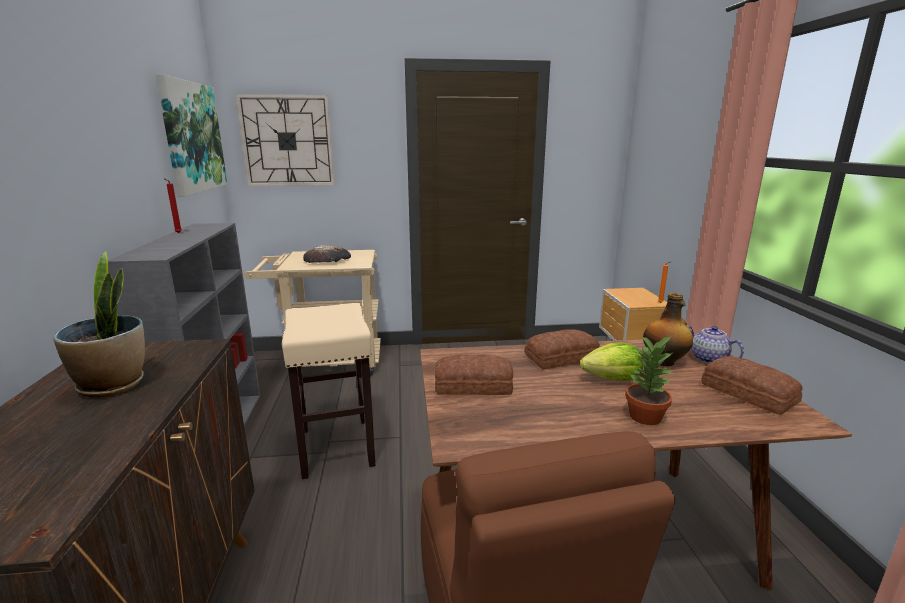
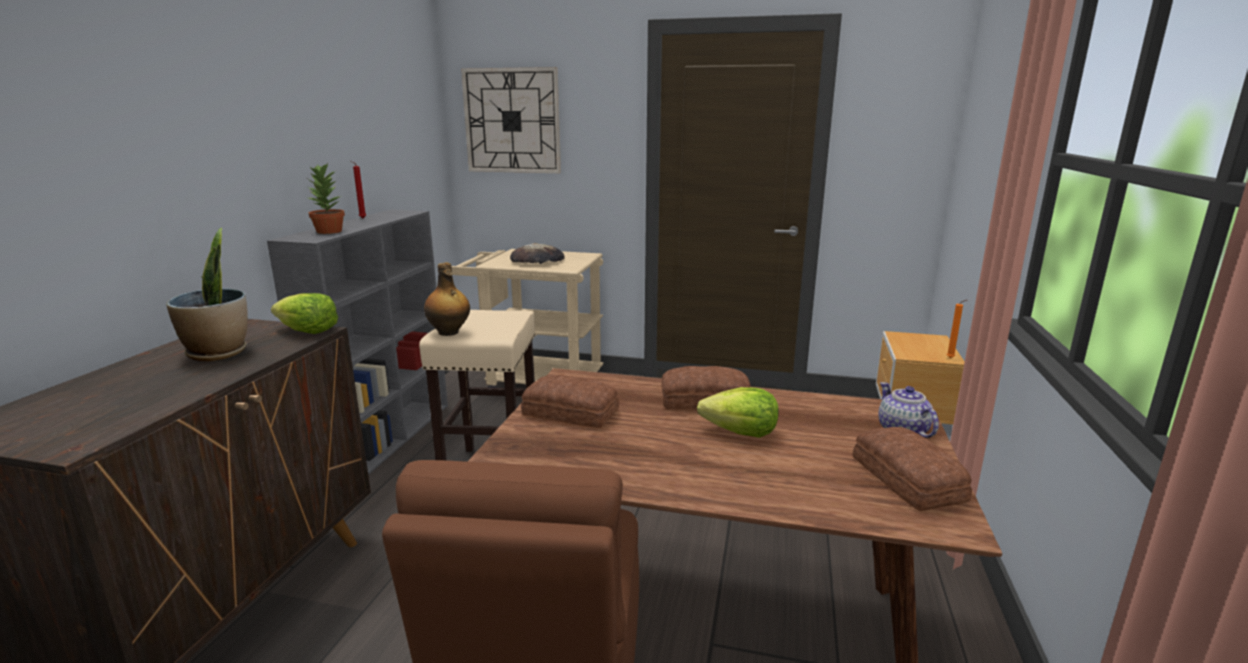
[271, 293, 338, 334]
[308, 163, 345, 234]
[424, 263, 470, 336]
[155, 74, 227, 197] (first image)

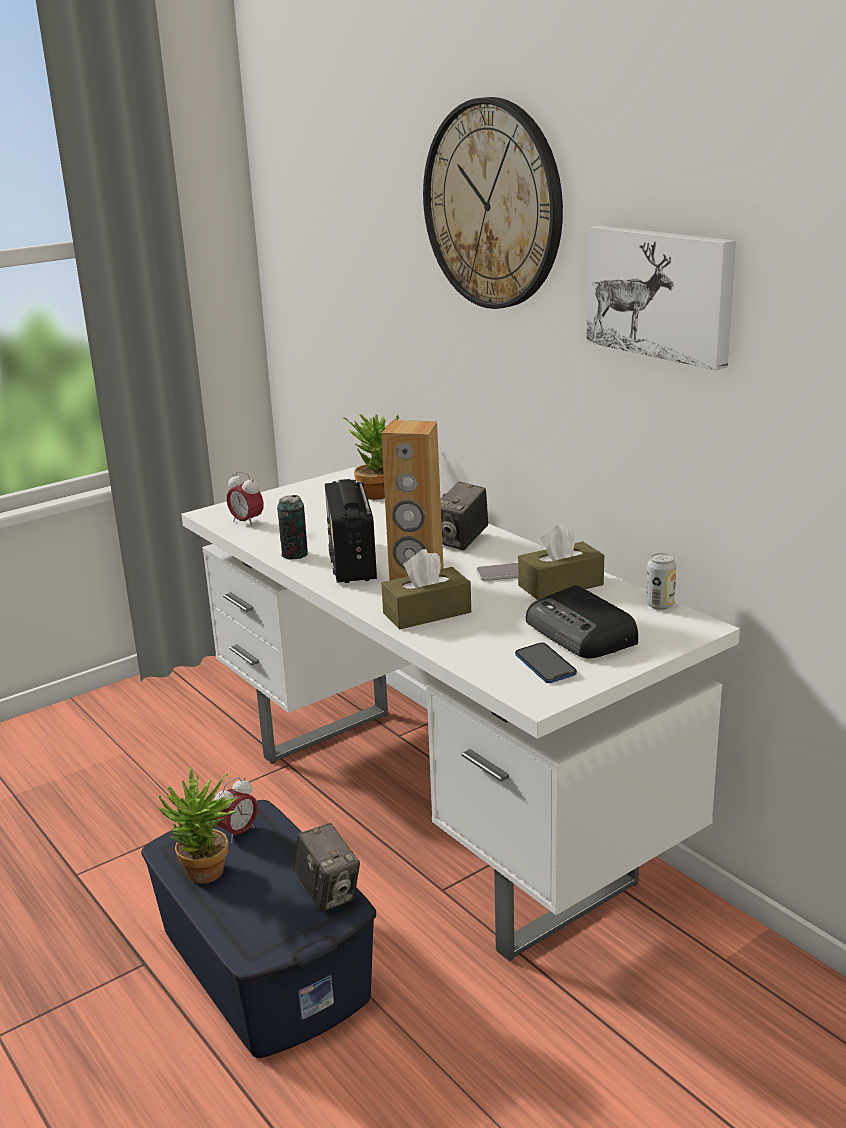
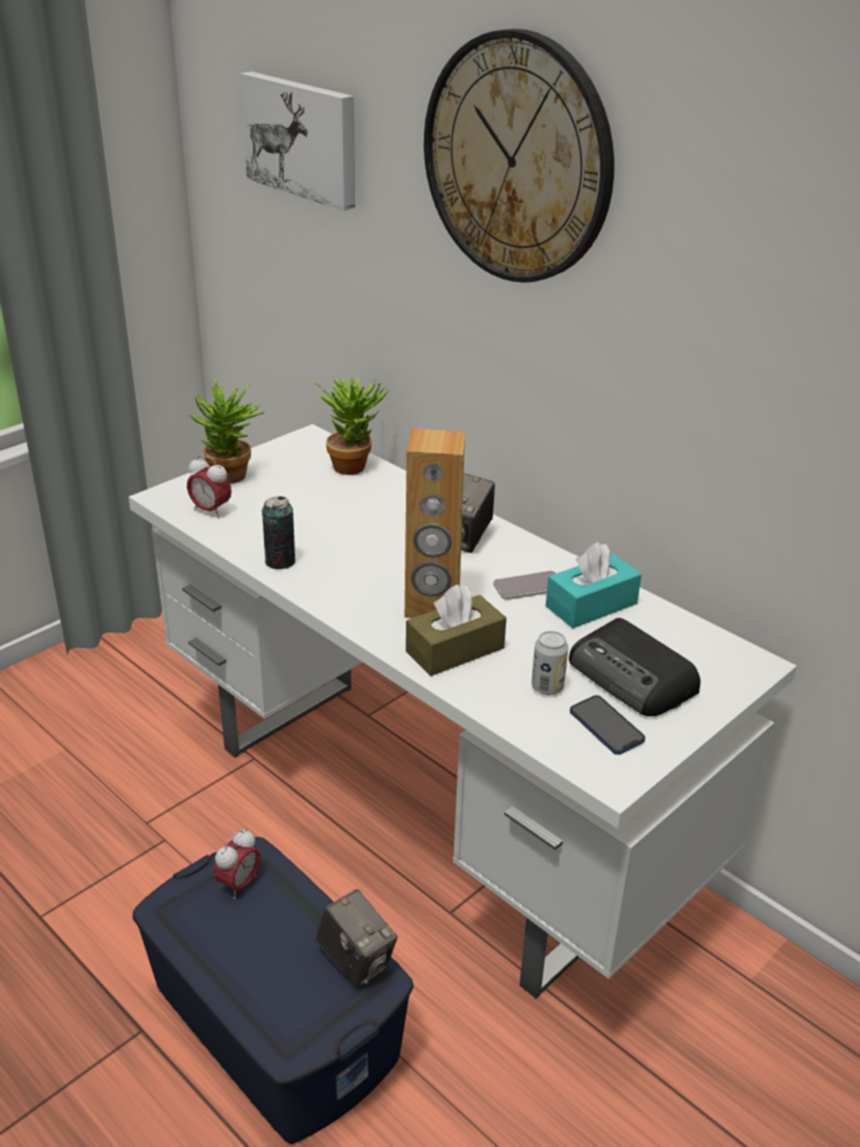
[189, 378, 265, 484]
[240, 72, 355, 211]
[532, 631, 568, 695]
[546, 542, 642, 628]
[325, 479, 377, 583] (first image)

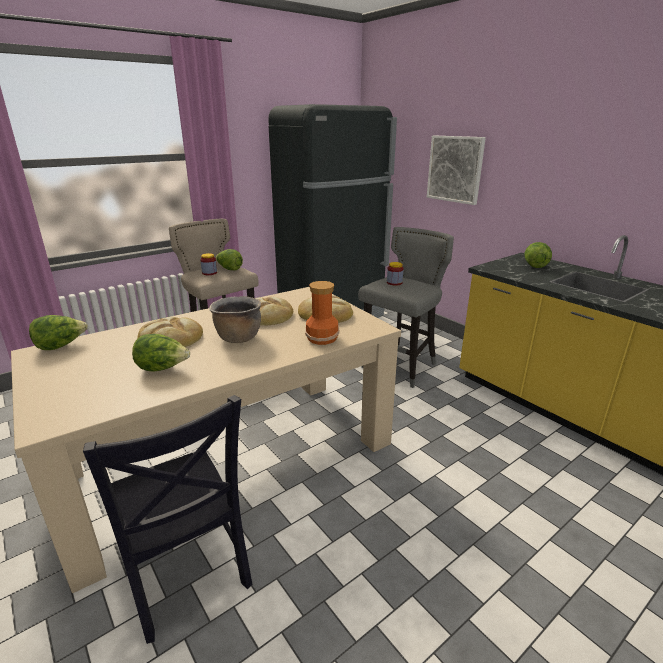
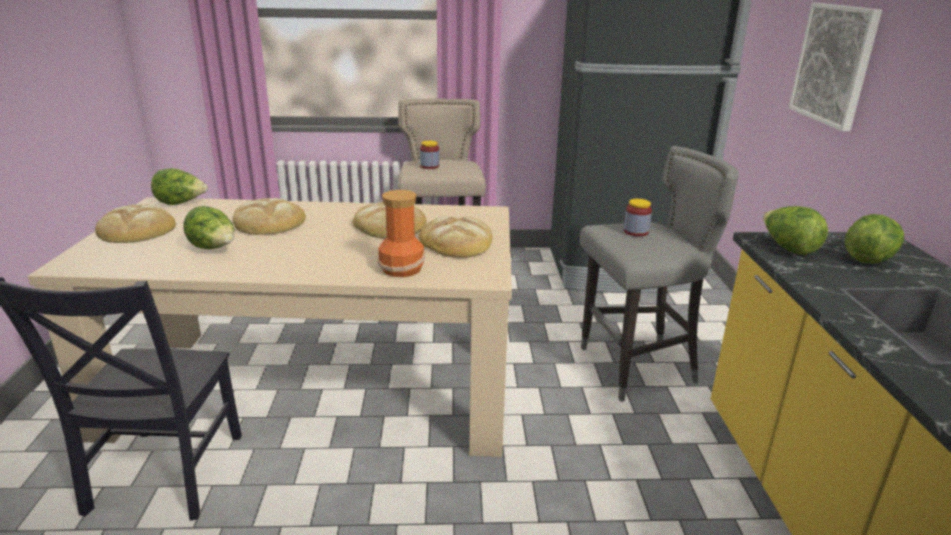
[95, 204, 176, 243]
[763, 206, 828, 255]
[209, 296, 261, 343] (first image)

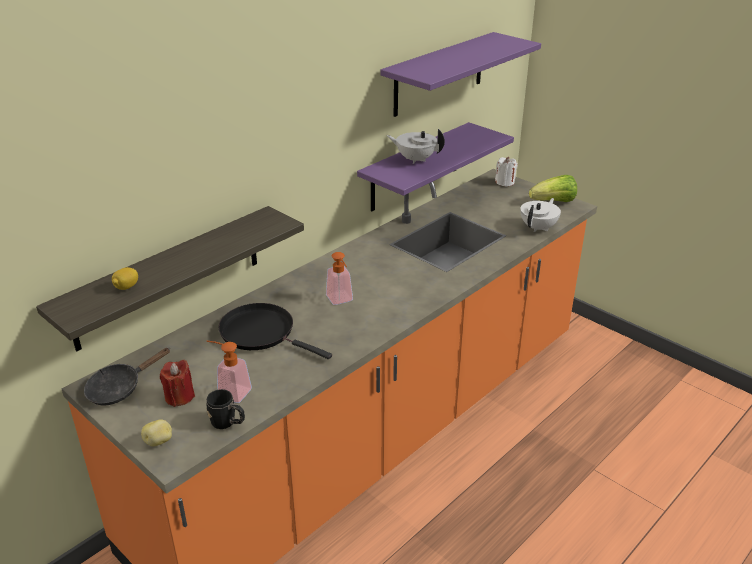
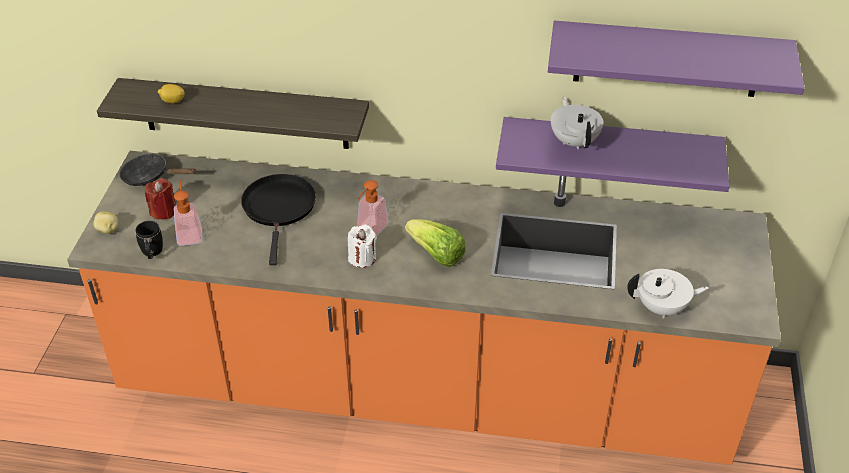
[348, 225, 377, 268]
[405, 219, 465, 267]

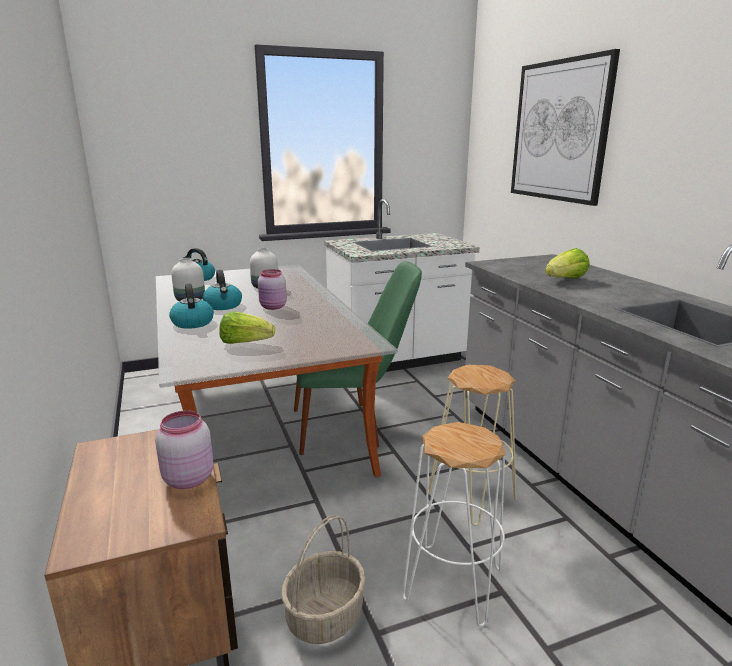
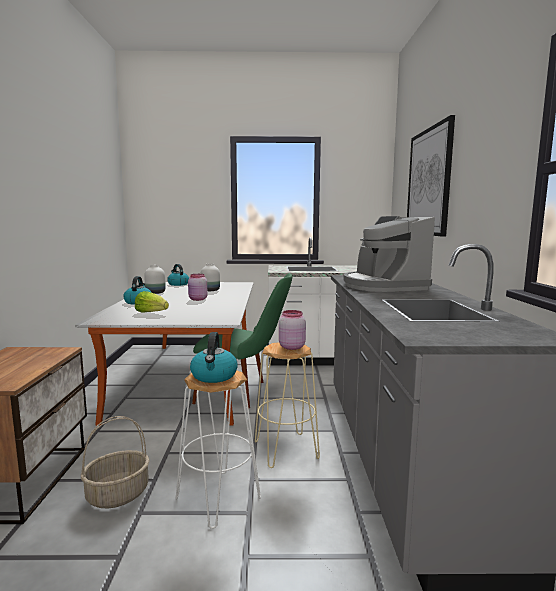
[190, 332, 238, 383]
[279, 310, 306, 350]
[343, 216, 435, 292]

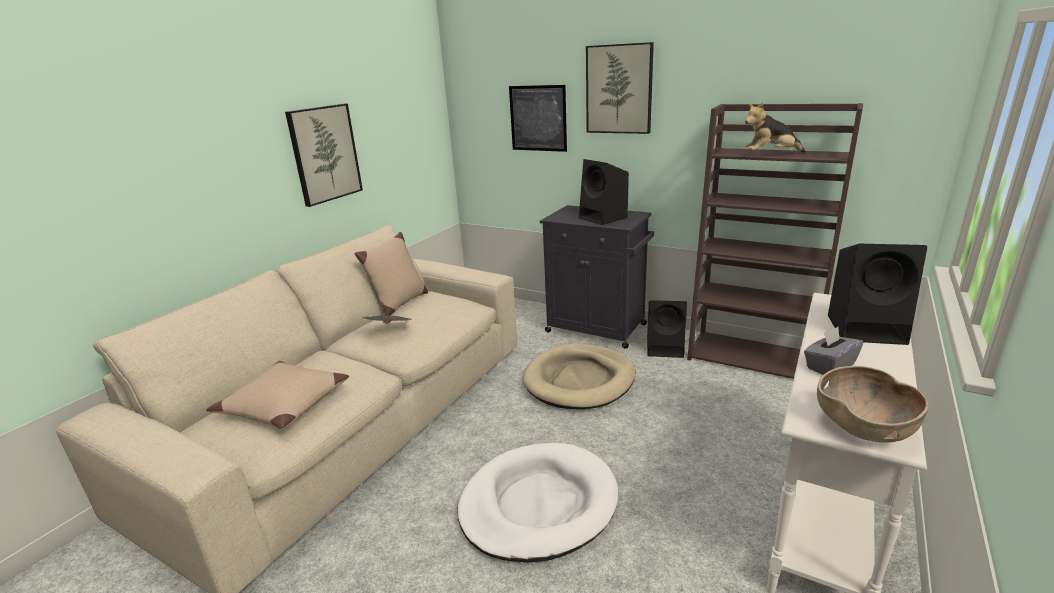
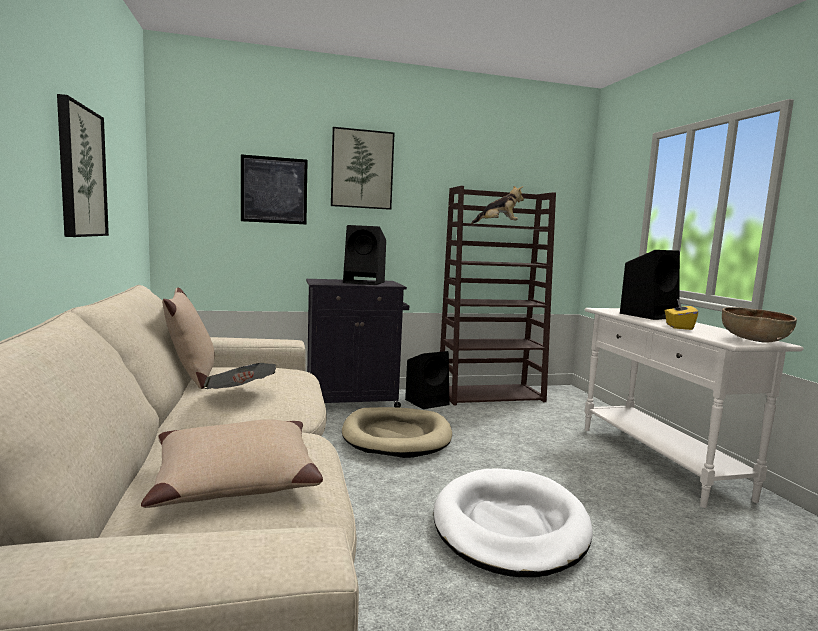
[471, 186, 524, 224]
[665, 299, 698, 330]

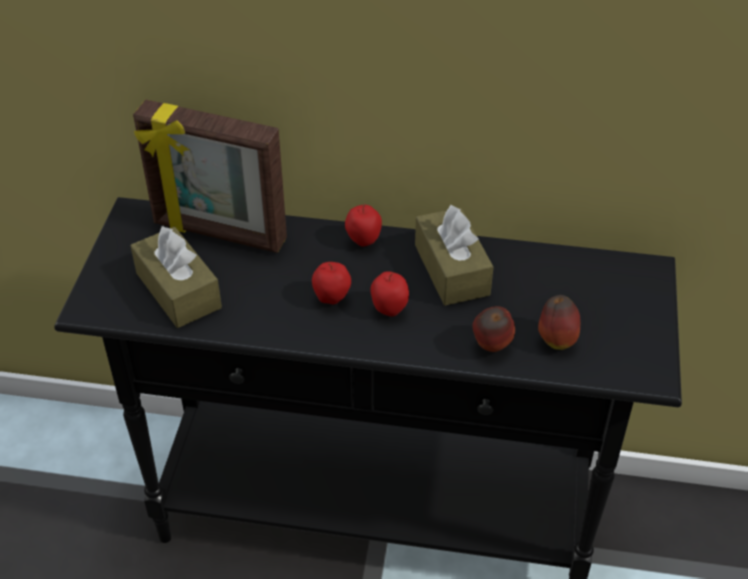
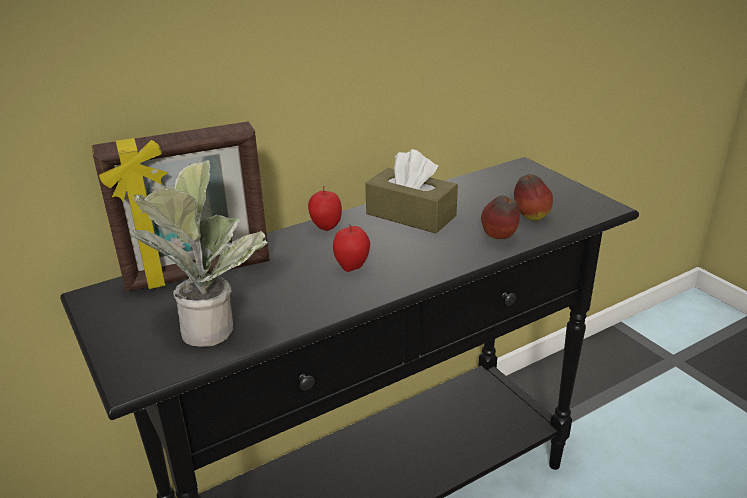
[130, 160, 268, 347]
[370, 271, 409, 317] (first image)

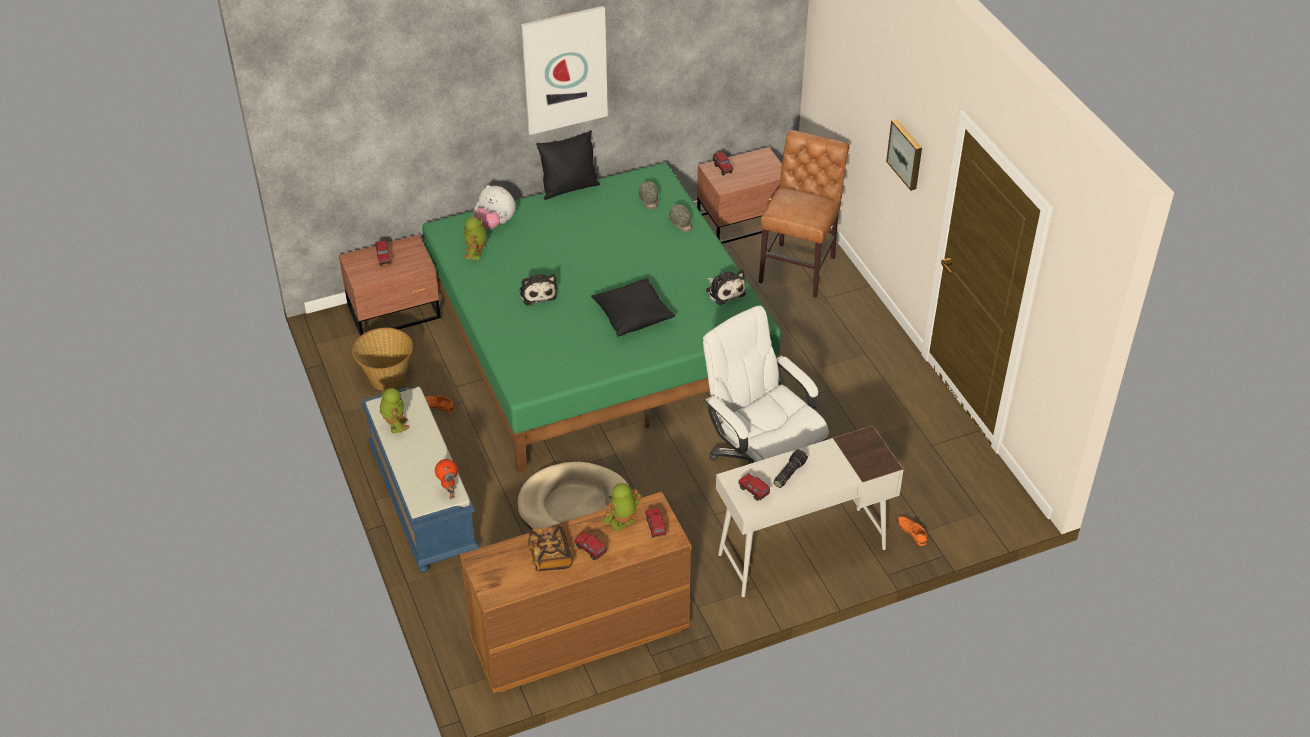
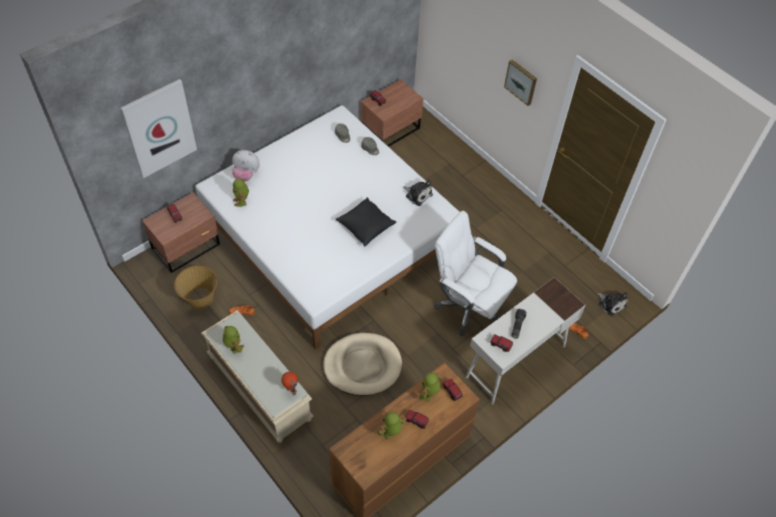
[120, 79, 197, 178]
[195, 106, 459, 350]
[201, 310, 314, 443]
[377, 412, 406, 440]
[597, 292, 628, 316]
[536, 131, 600, 200] (first image)
[759, 130, 849, 298] (first image)

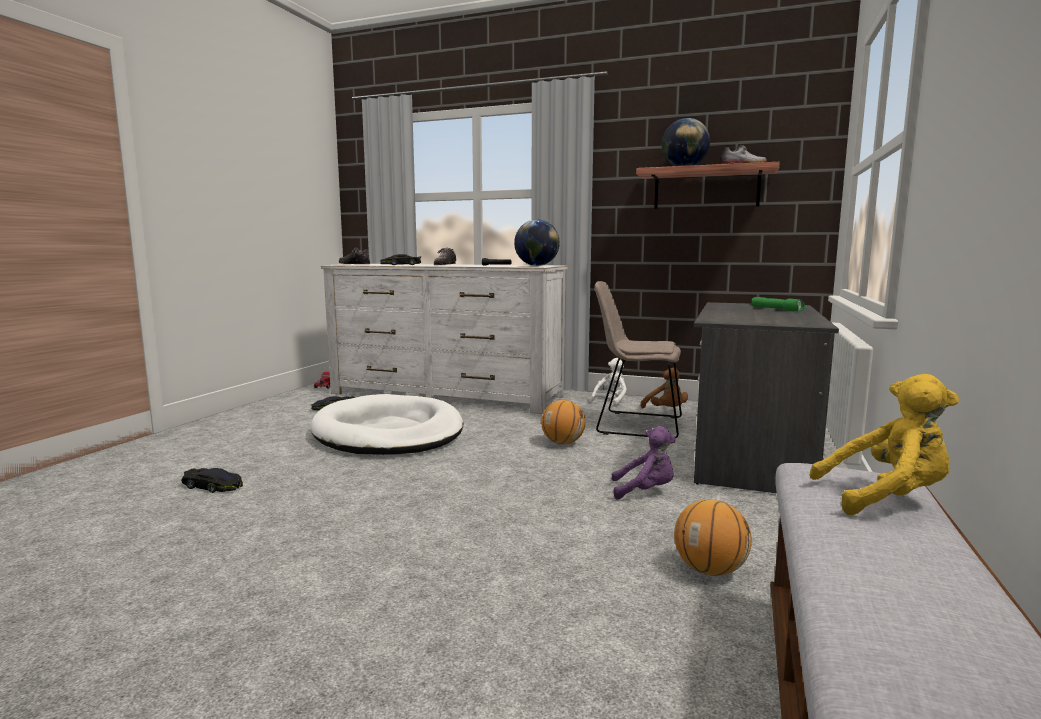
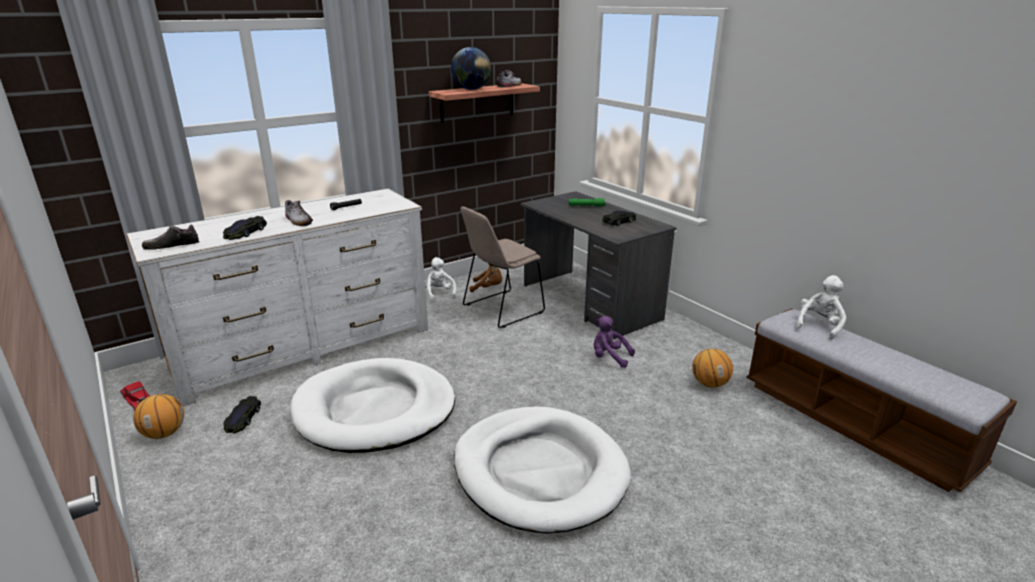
[133, 394, 184, 439]
[454, 407, 631, 534]
[594, 316, 635, 368]
[602, 211, 636, 226]
[796, 275, 846, 340]
[514, 220, 560, 266] (first image)

